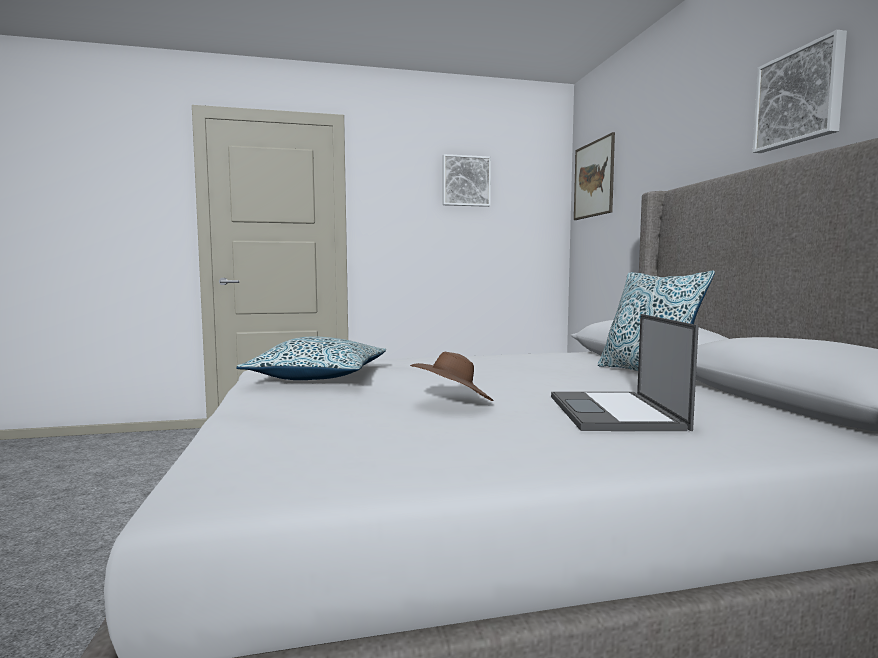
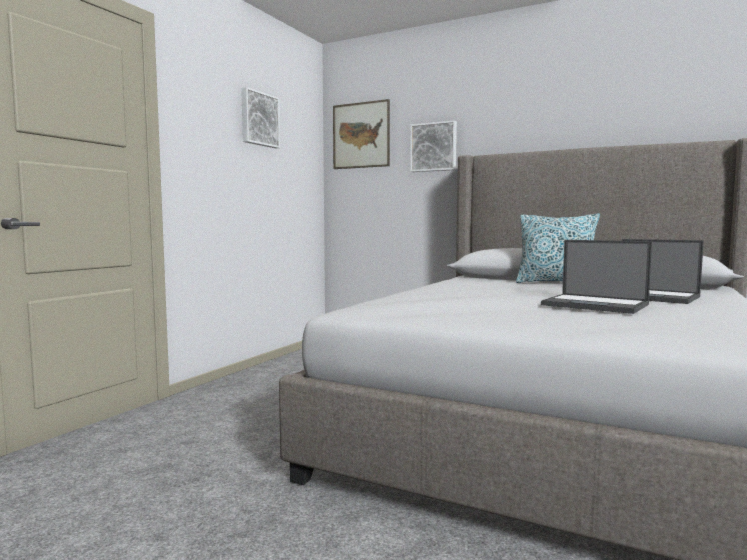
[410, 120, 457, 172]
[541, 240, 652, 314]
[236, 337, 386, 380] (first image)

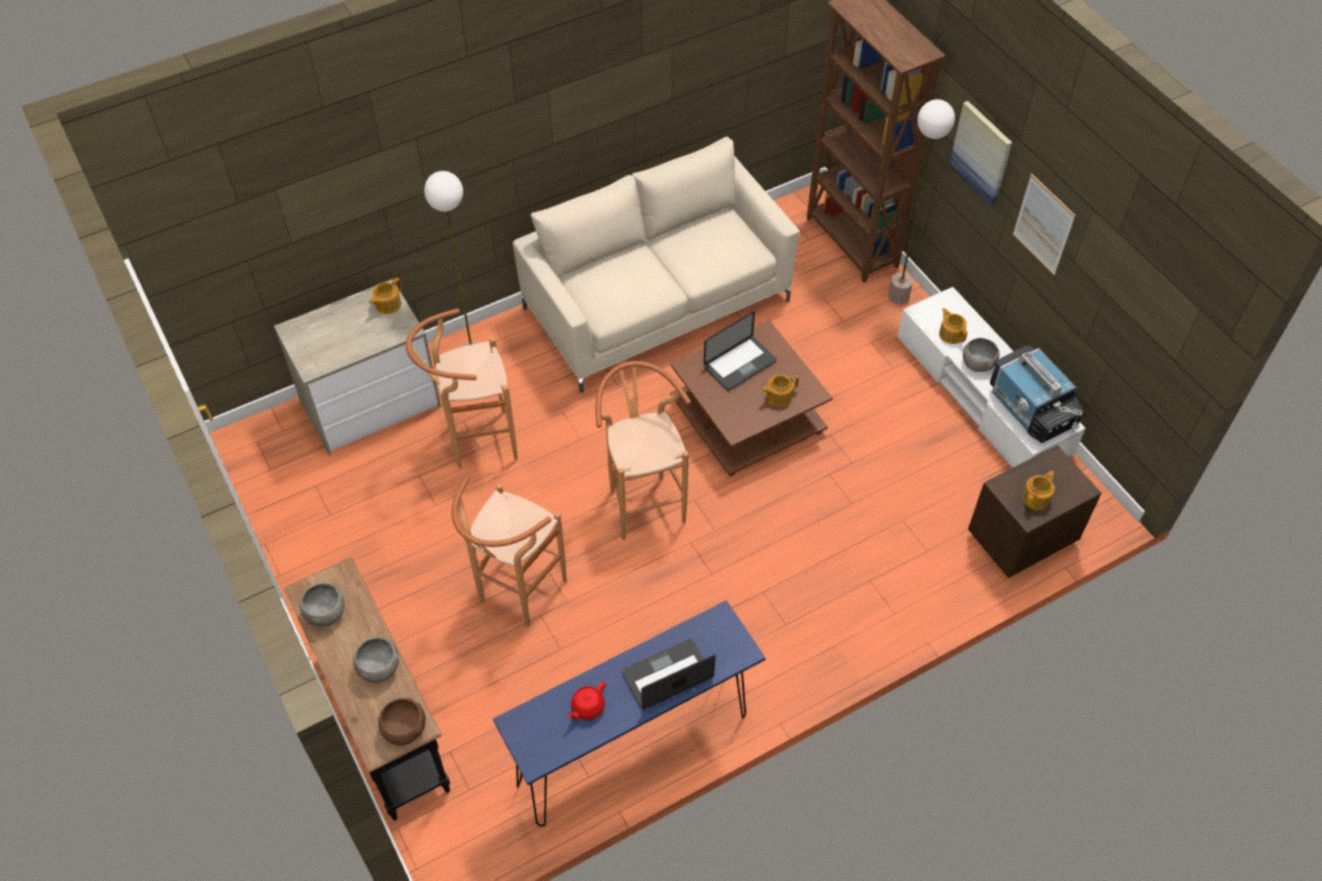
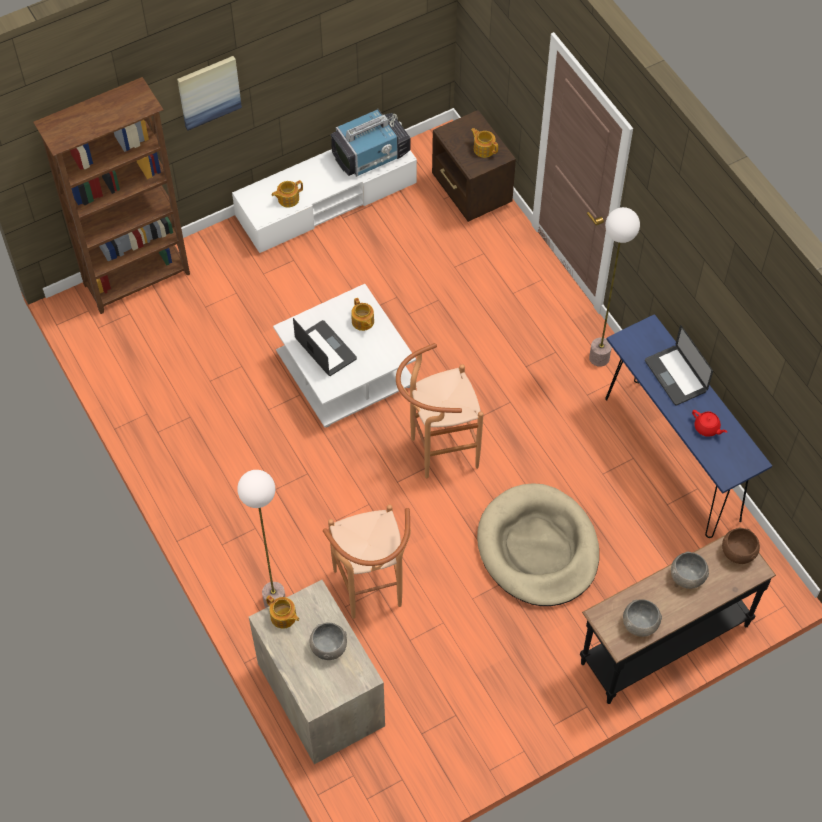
[273, 284, 416, 427]
[309, 622, 347, 660]
[477, 484, 599, 606]
[589, 207, 640, 367]
[513, 137, 800, 393] (first image)
[1013, 173, 1076, 275] (first image)

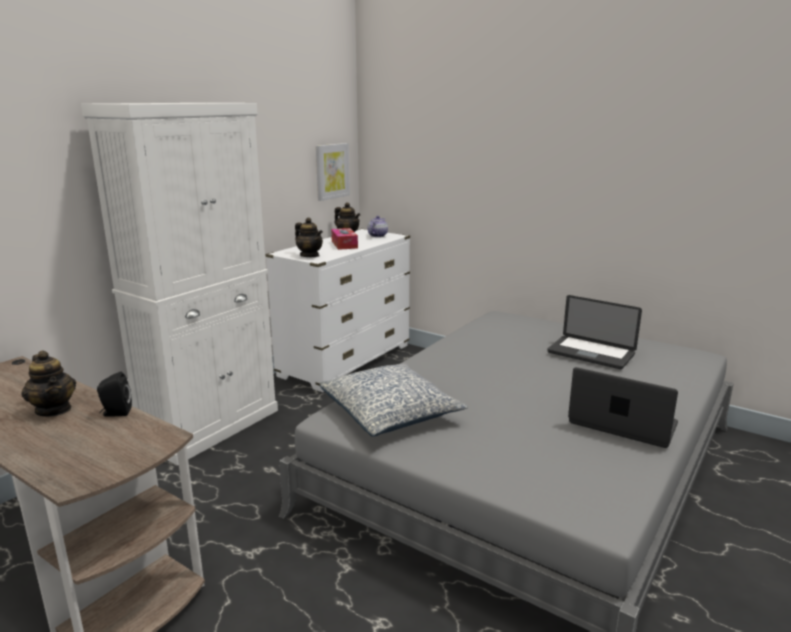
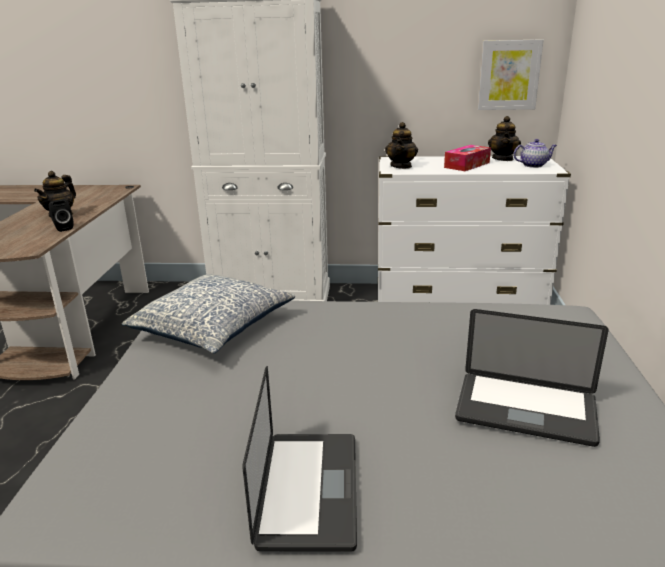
[455, 309, 609, 447]

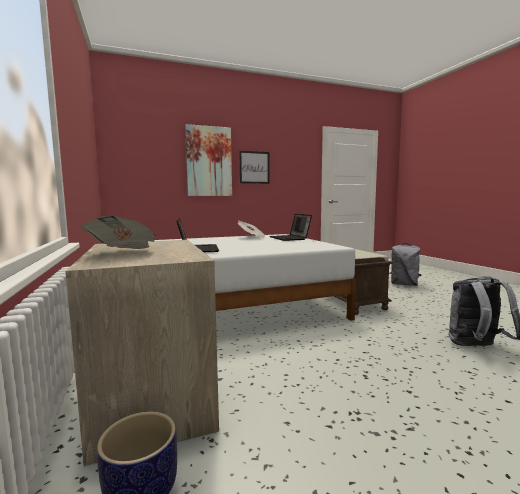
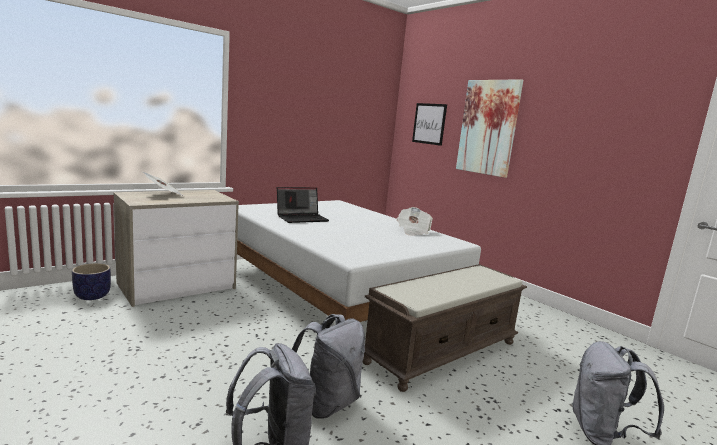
[292, 314, 365, 419]
[412, 103, 447, 146]
[270, 214, 312, 241] (first image)

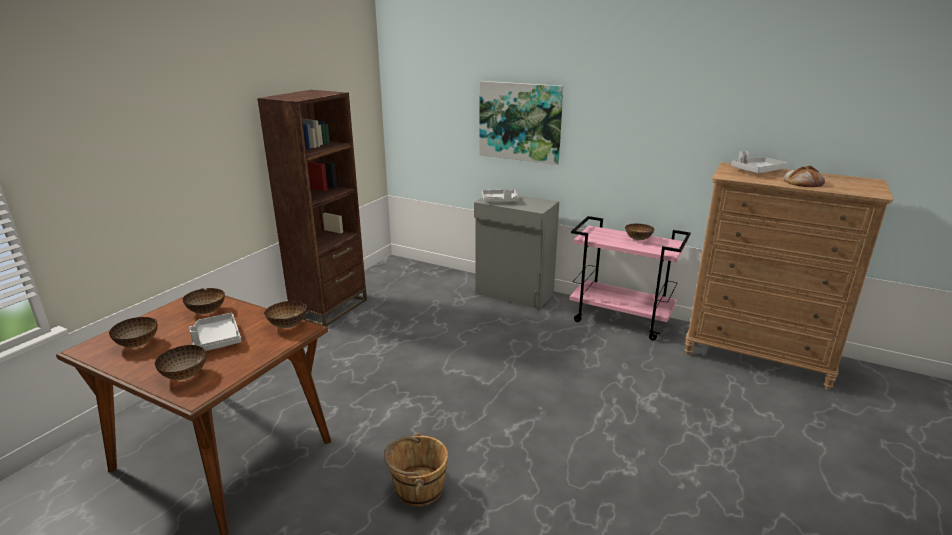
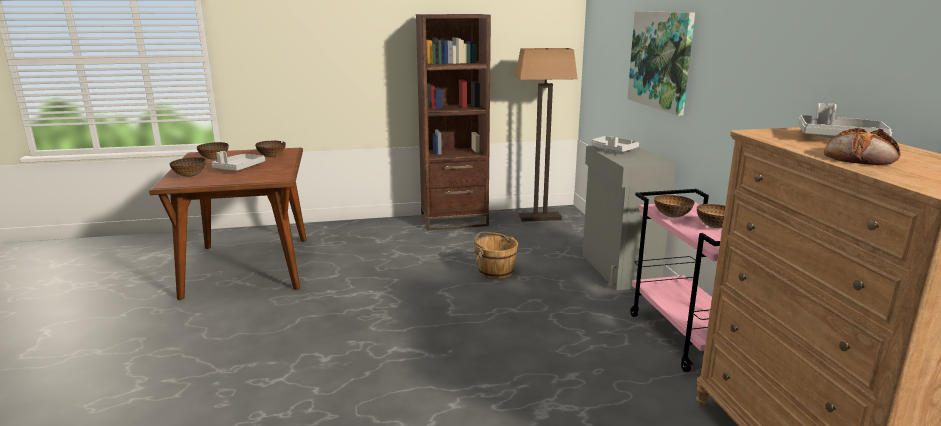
[474, 232, 518, 279]
[515, 48, 577, 222]
[654, 195, 695, 218]

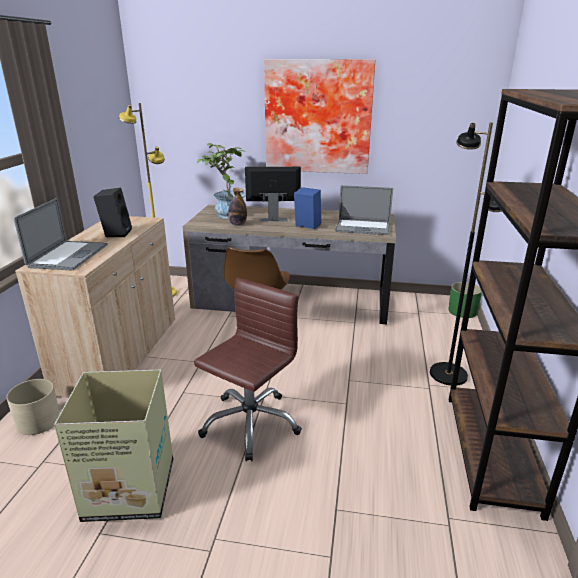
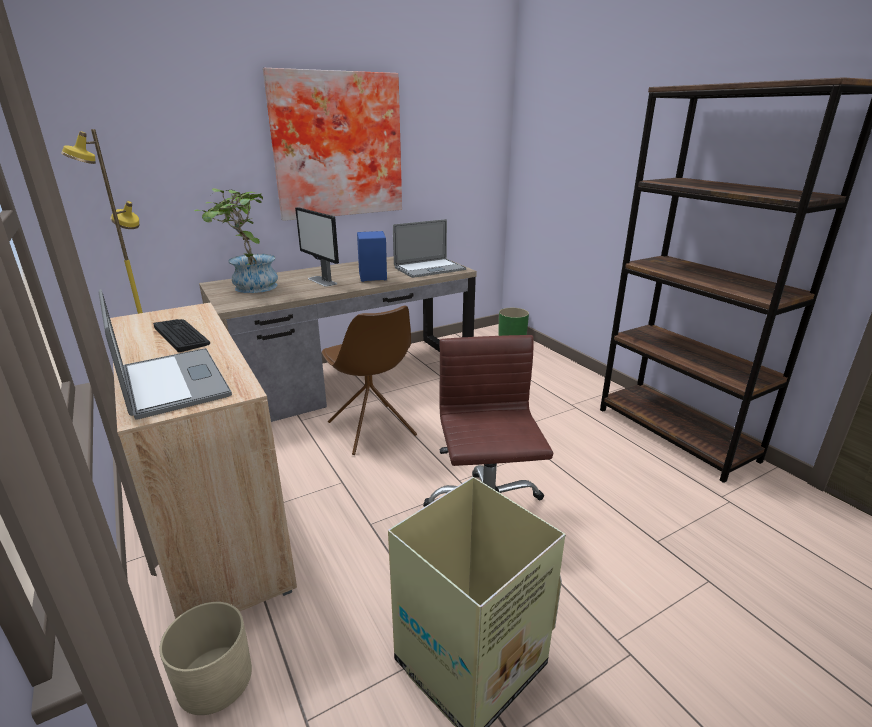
[153, 319, 210, 352]
[295, 207, 339, 287]
[228, 188, 247, 226] (first image)
[430, 123, 502, 386] (first image)

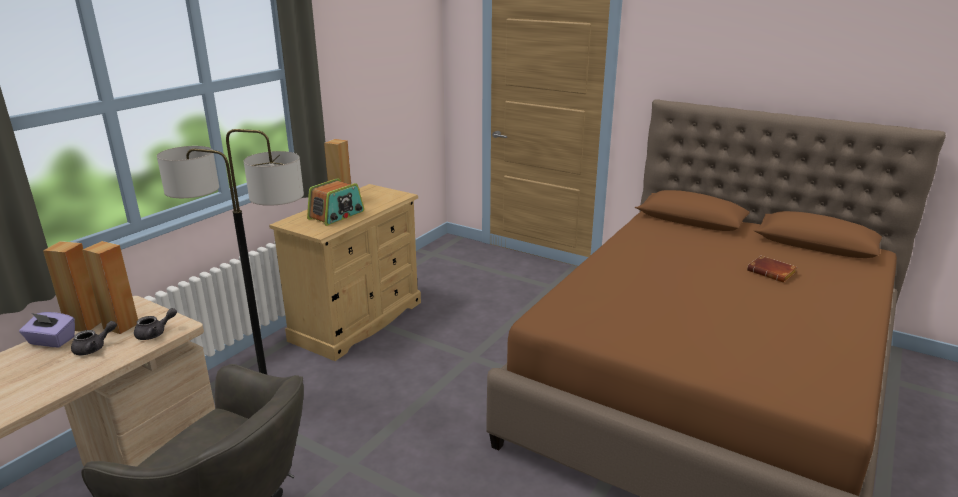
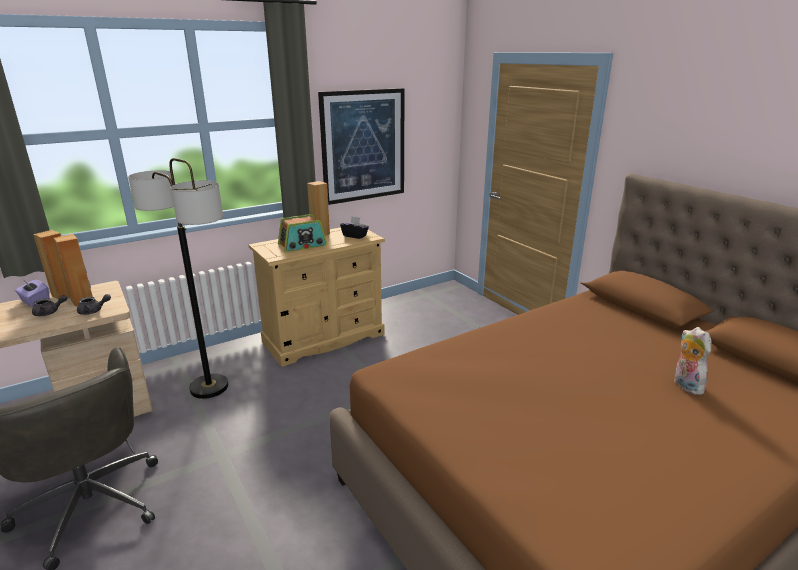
[318, 88, 405, 205]
[340, 216, 369, 239]
[674, 327, 712, 395]

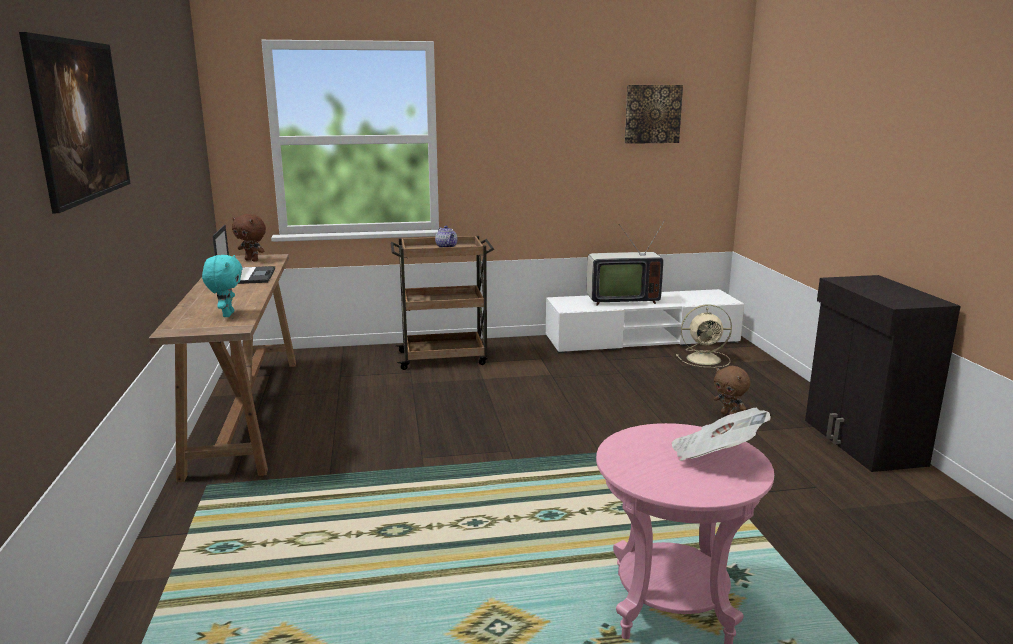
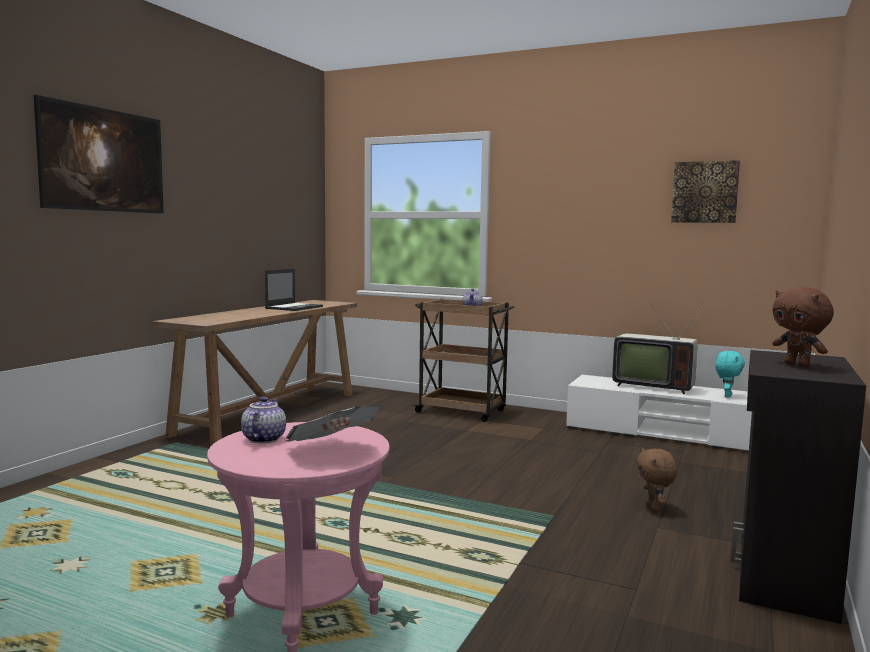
[241, 397, 286, 443]
[715, 351, 745, 398]
[773, 287, 834, 368]
[676, 304, 732, 368] (first image)

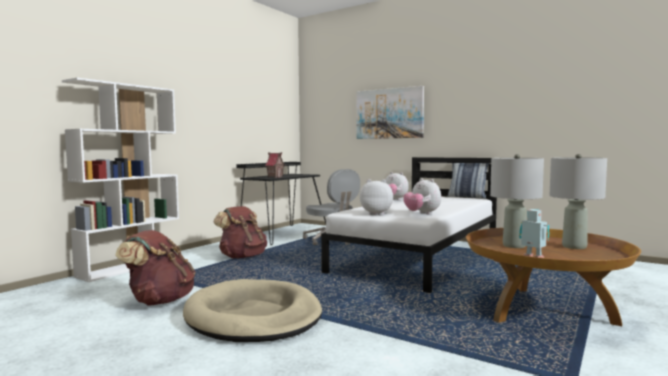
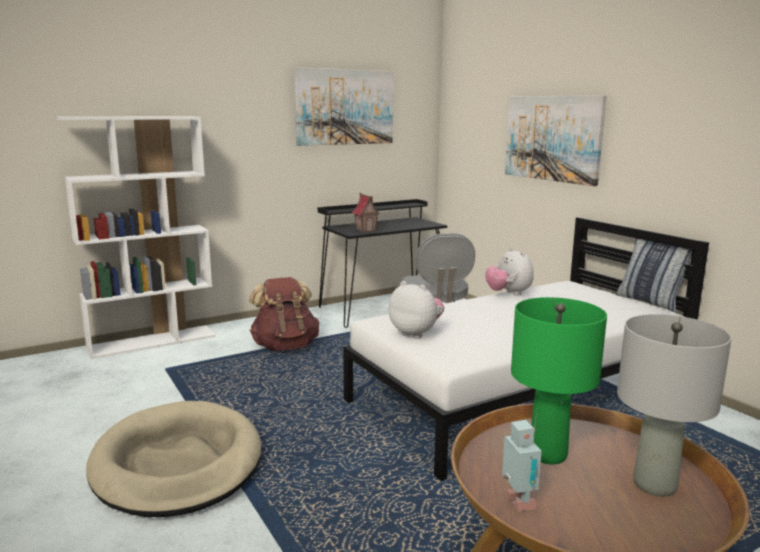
[294, 67, 393, 146]
[511, 297, 607, 465]
[115, 230, 196, 305] (first image)
[403, 178, 441, 215] (first image)

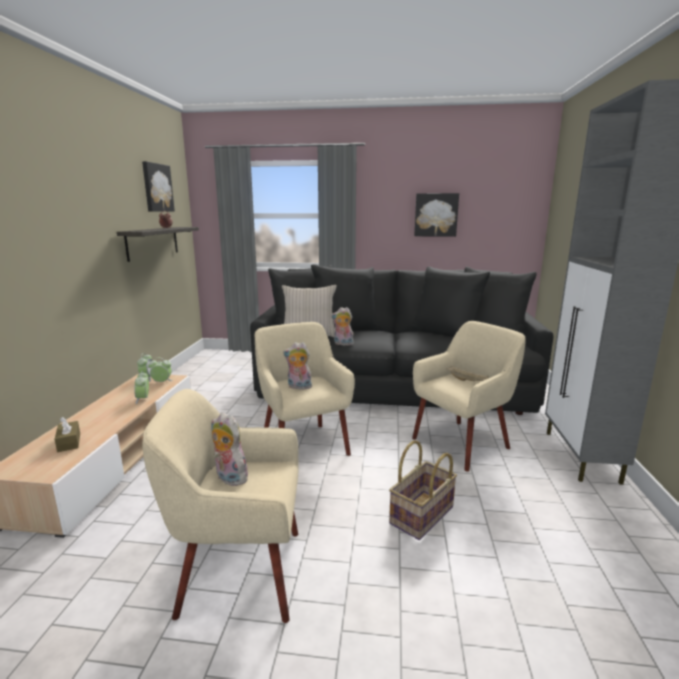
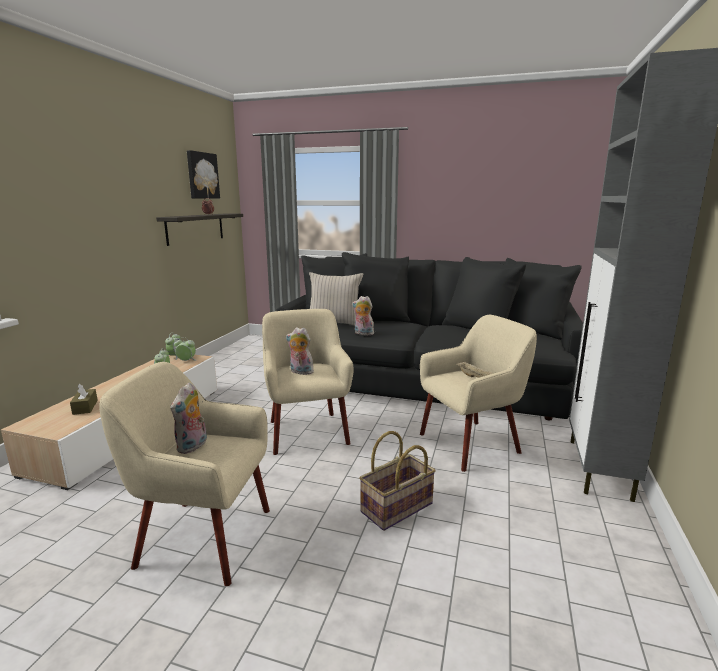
[170, 383, 207, 454]
[414, 193, 459, 237] (first image)

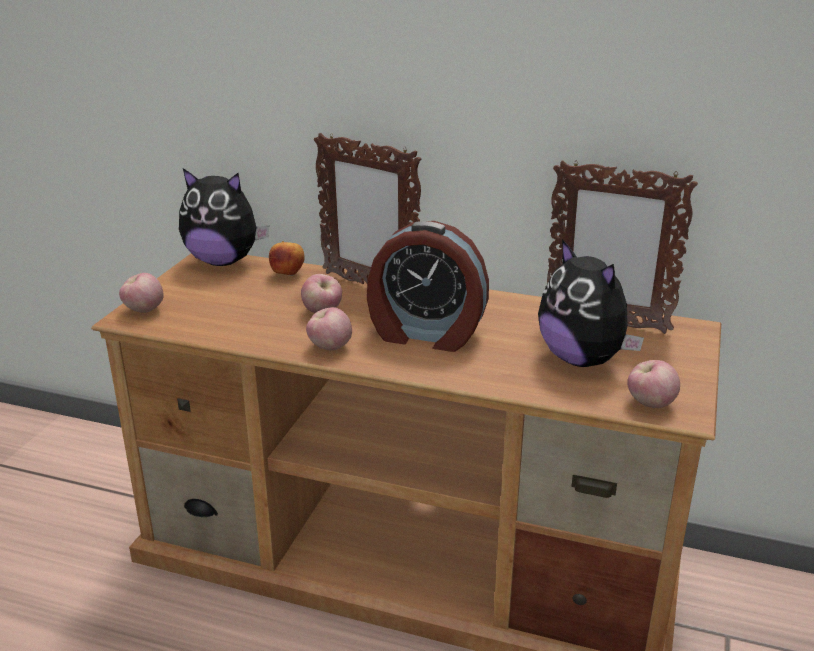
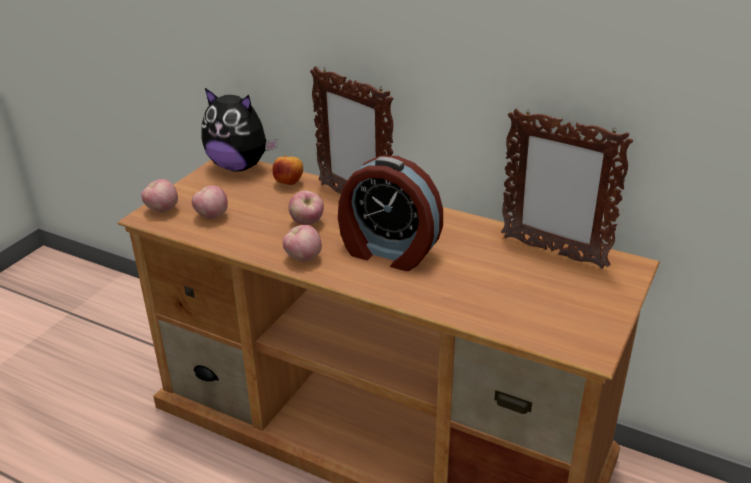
[192, 185, 228, 219]
[538, 239, 644, 367] (first image)

